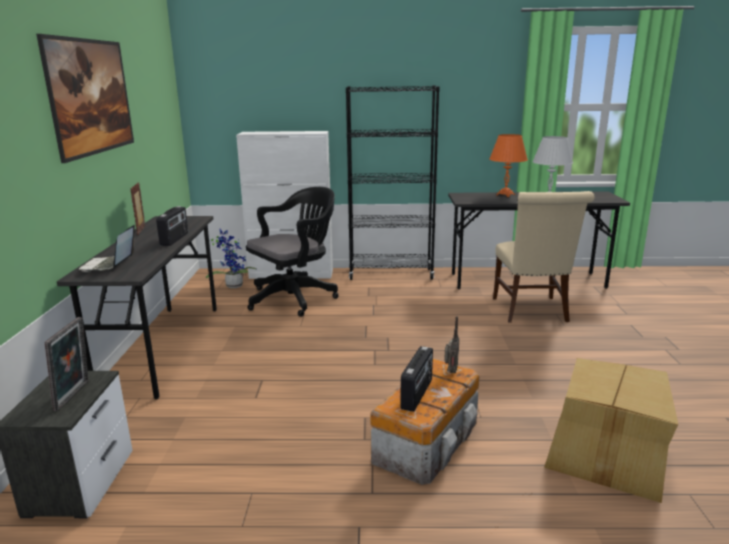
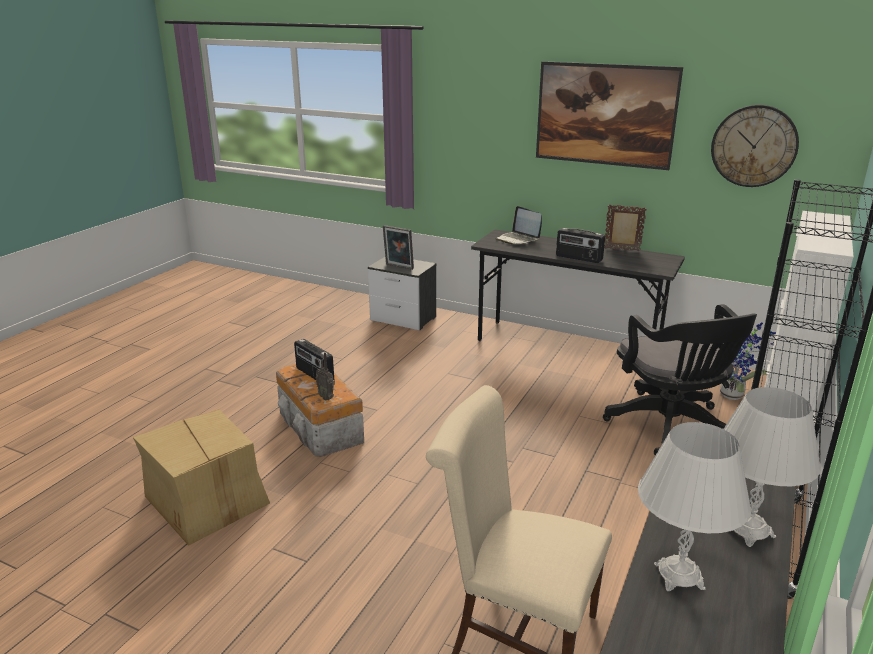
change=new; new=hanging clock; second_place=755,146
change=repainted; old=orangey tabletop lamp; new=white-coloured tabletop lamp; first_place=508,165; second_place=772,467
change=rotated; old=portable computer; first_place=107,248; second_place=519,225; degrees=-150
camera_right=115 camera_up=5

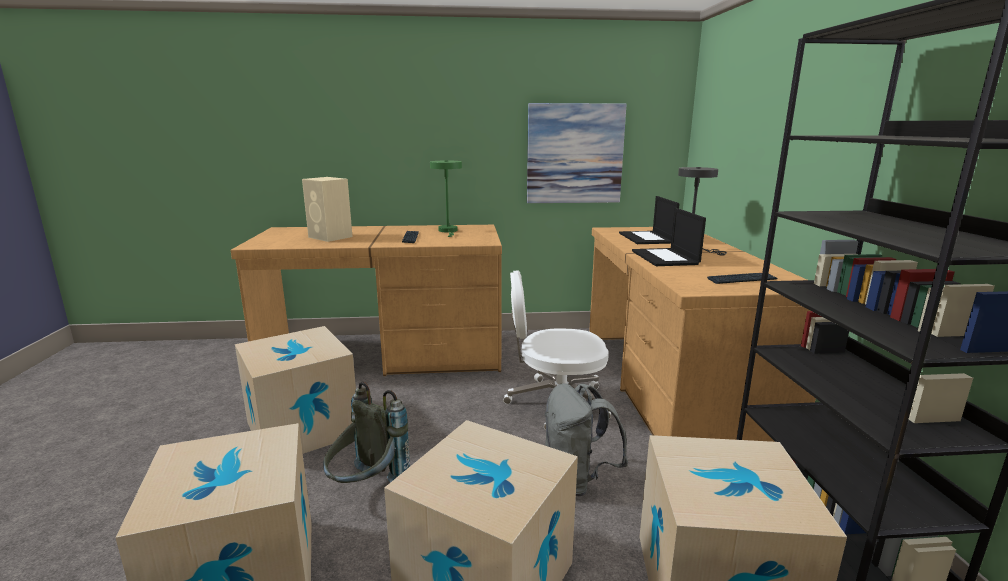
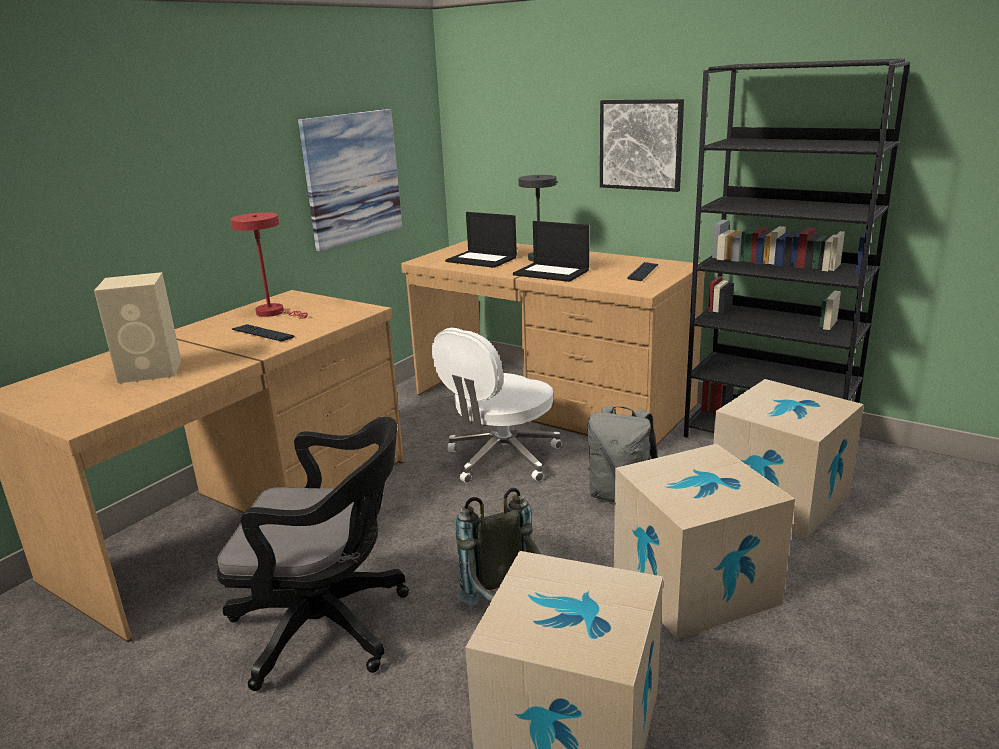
change=new; new=wall art; second_place=642,145
change=swapped; old=carton; new=blackish desk chair; first_place=295,390; second_place=313,554
change=repainted; old=green tabletop lamp; new=reddish tabletop lamp; first_place=446,198; second_place=269,265
camera_right=-50 camera_up=5

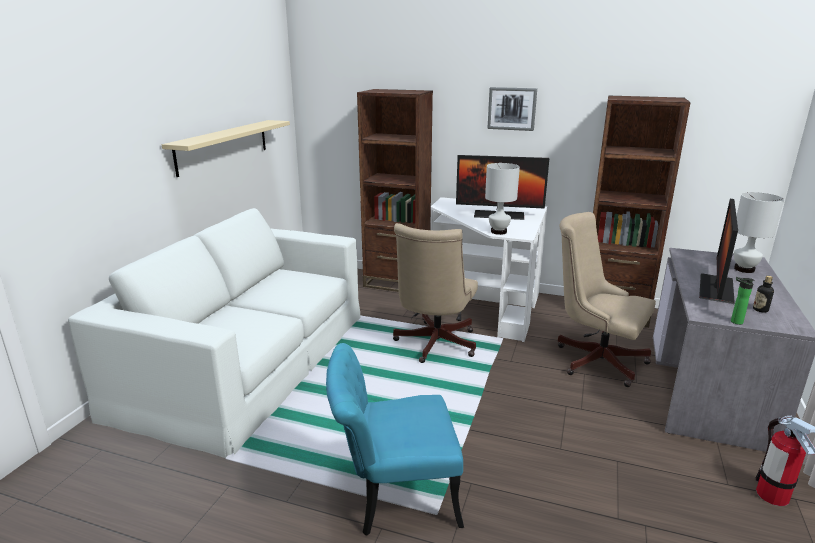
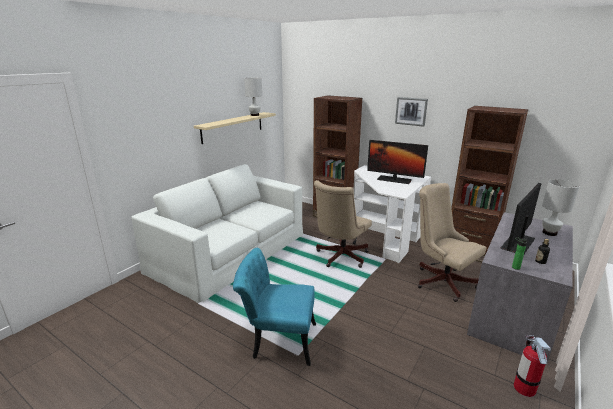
change=shifted; old=white-coloured tabletop lamp; first_place=502,199; second_place=253,97
camera_right=15 camera_up=0

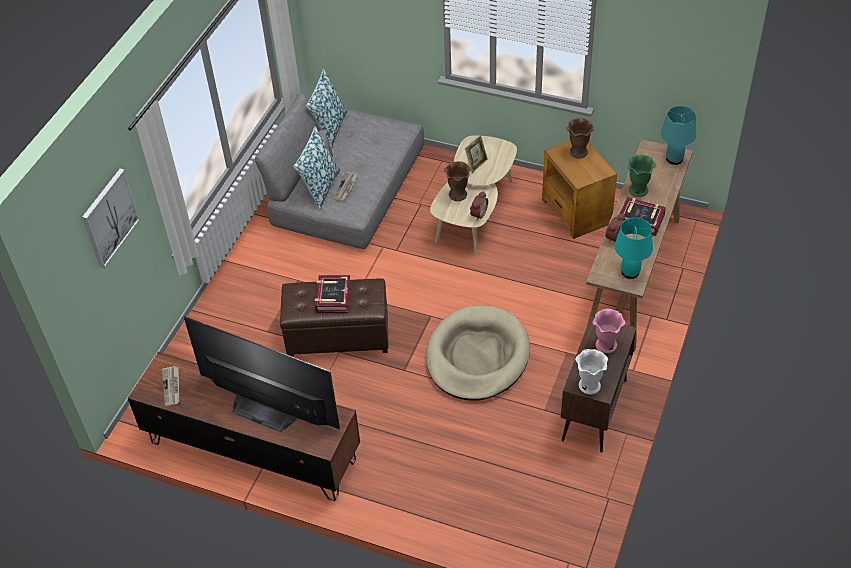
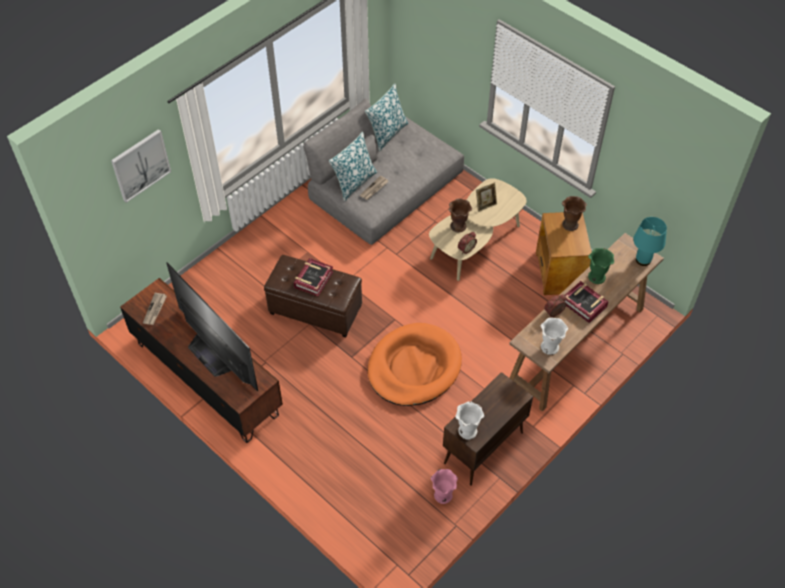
change=shifted; old=pinkish vase; first_place=609,331; second_place=444,486
change=swapped; old=blue-green tabletop lamp; new=white-coloured vase; first_place=634,248; second_place=554,336
change=repainted; old=beige dog cushion; new=orangey dog cushion; first_place=478,353; second_place=415,364
camera_right=20 camera_up=5

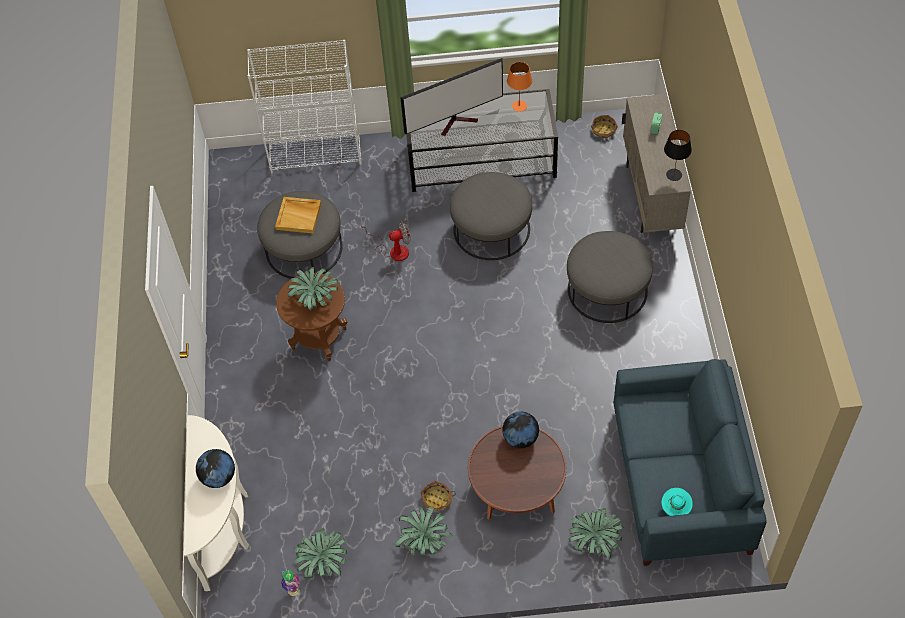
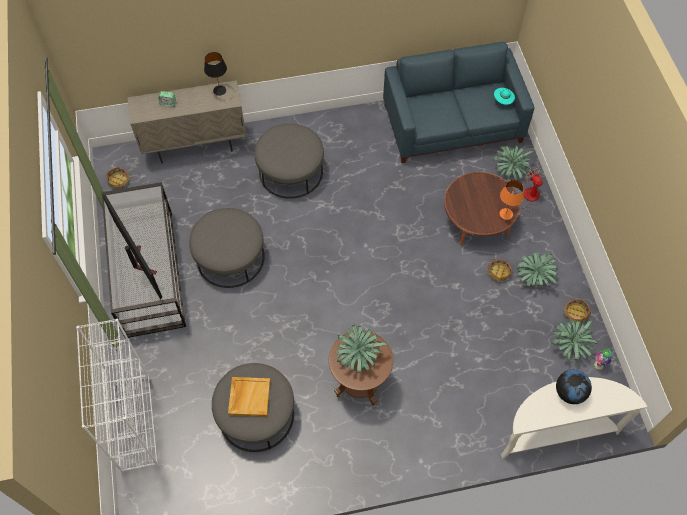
change=gone; old=globe; first_place=520,430
change=new; new=household basket; second_place=577,310
change=shifted; old=cooling fan; first_place=386,241; second_place=530,193
change=shifted; old=orangey tabletop lamp; first_place=519,87; second_place=511,200
camera_right=-100 camera_up=5

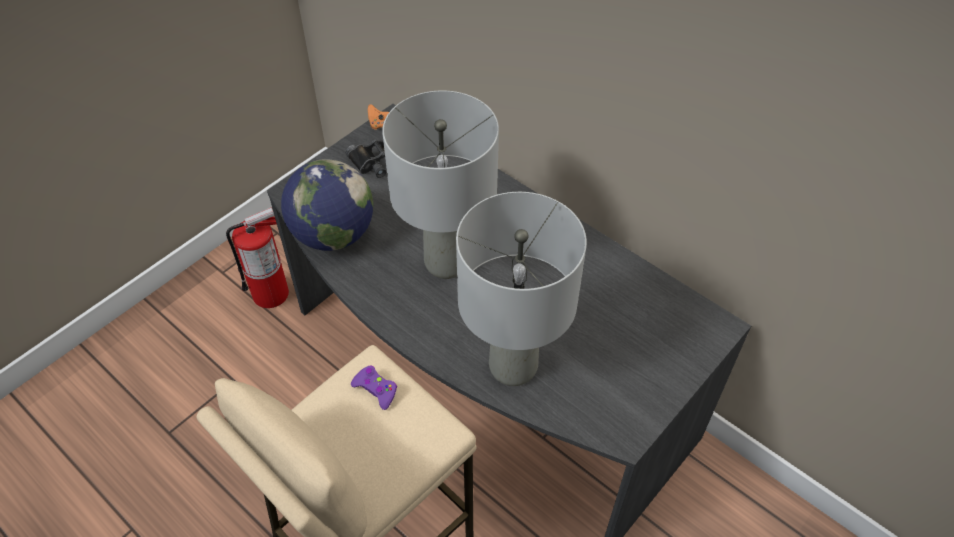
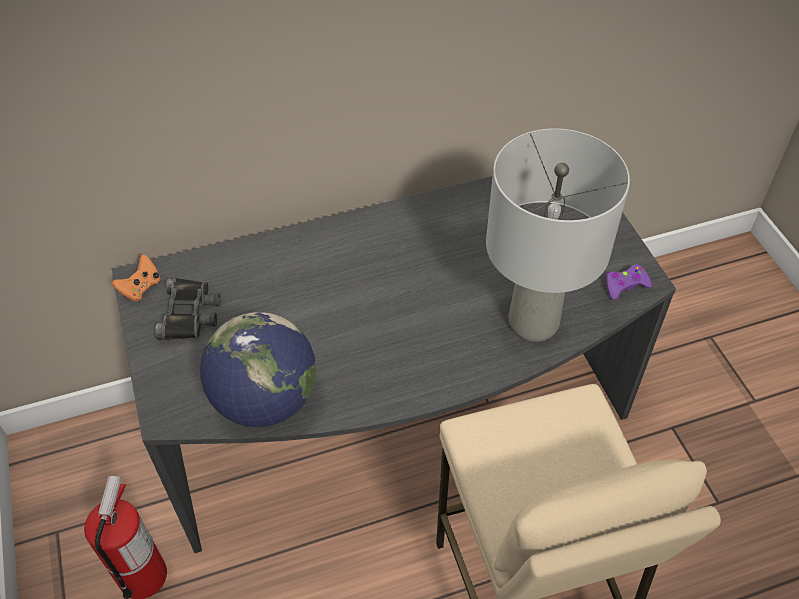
change=gone; old=greyish tabletop lamp; first_place=440,184
change=shifted; old=purple joypad; first_place=374,388; second_place=629,282
camera_right=-60 camera_up=0

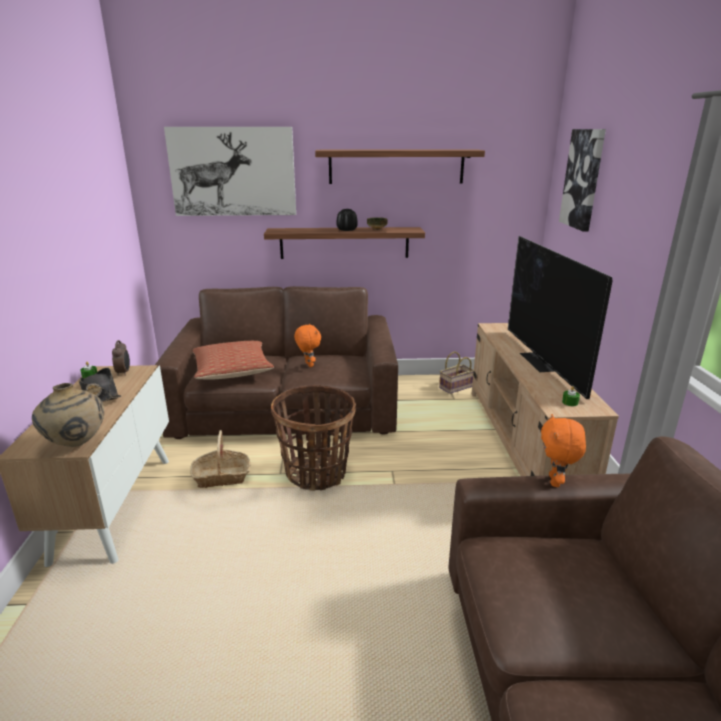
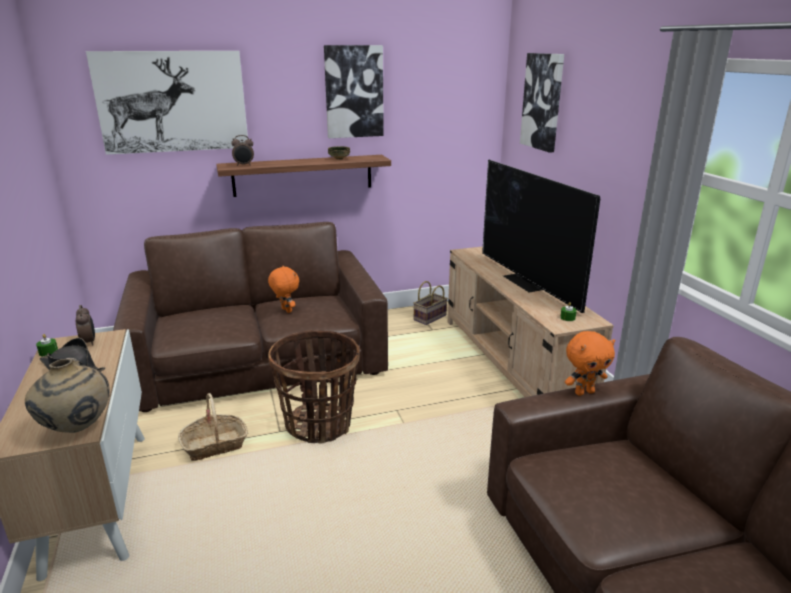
change=gone; old=pillow; first_place=233,360
change=gone; old=blackish vase; first_place=347,220
change=new; new=table clock; second_place=243,150
change=swapped; old=shelf; new=wall art; first_place=400,166; second_place=354,91
change=rotated; old=orangey plush toy; first_place=563,450; second_place=590,363; degrees=-105
camera_right=-15 camera_up=0

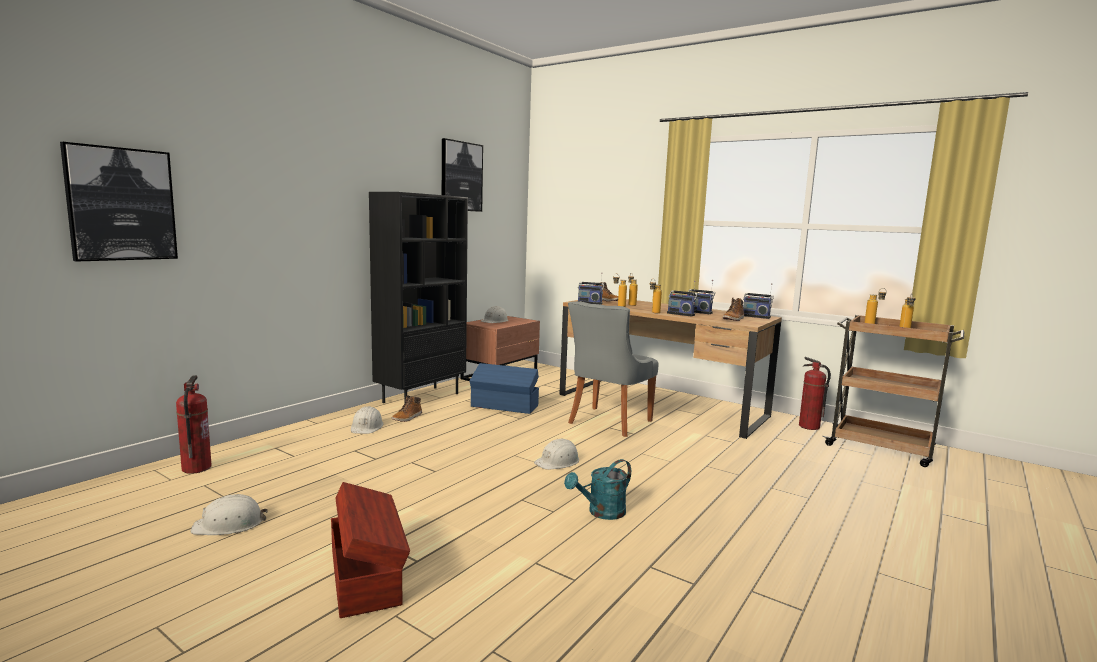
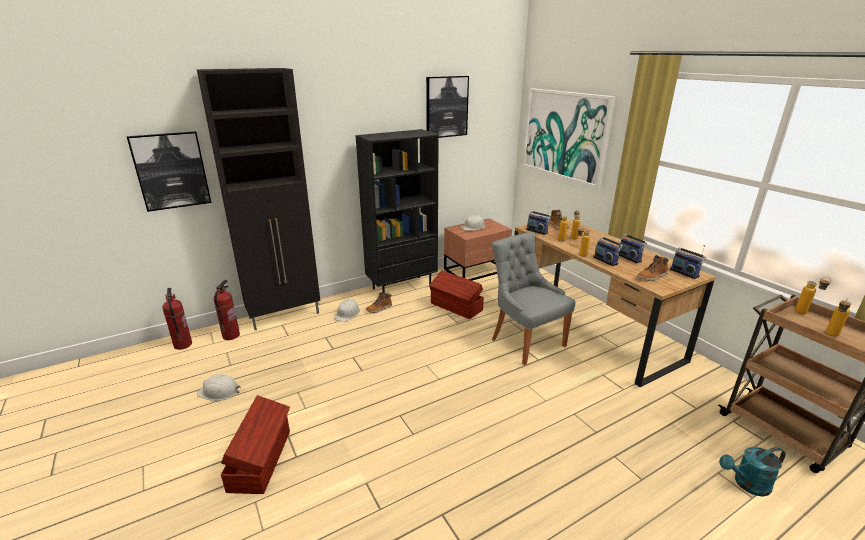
change=gone; old=white-coloured hard hat; first_place=556,454
change=new; new=blackish cupboard; second_place=258,199
change=new; new=wall art; second_place=569,138
change=shifted; old=blue-green watering pot; first_place=597,489; second_place=752,472
change=shifted; old=fire extinguisher; first_place=815,393; second_place=177,319
change=repainted; old=bluish storage bin; new=brownish storage bin; first_place=504,388; second_place=456,294
change=rotated; old=greyish upright chair; first_place=613,369; second_place=534,298; degrees=90
camera_right=25 camera_up=15

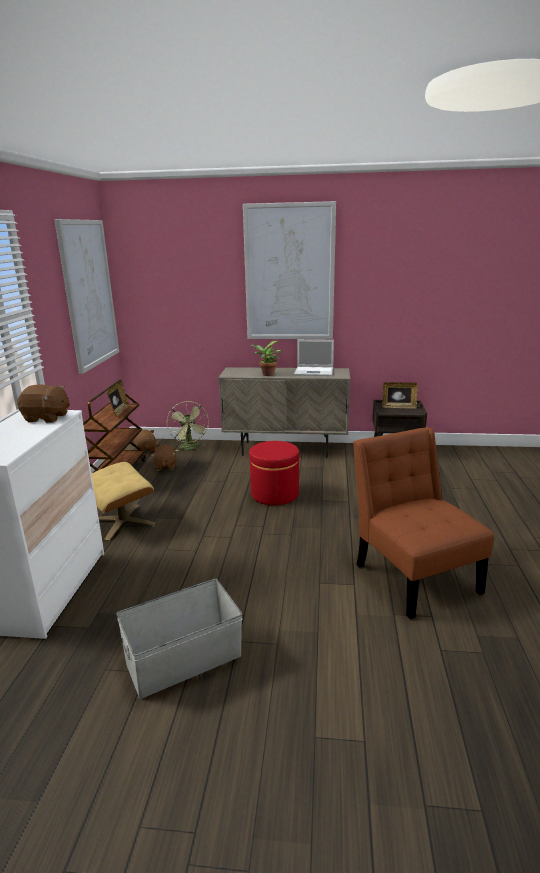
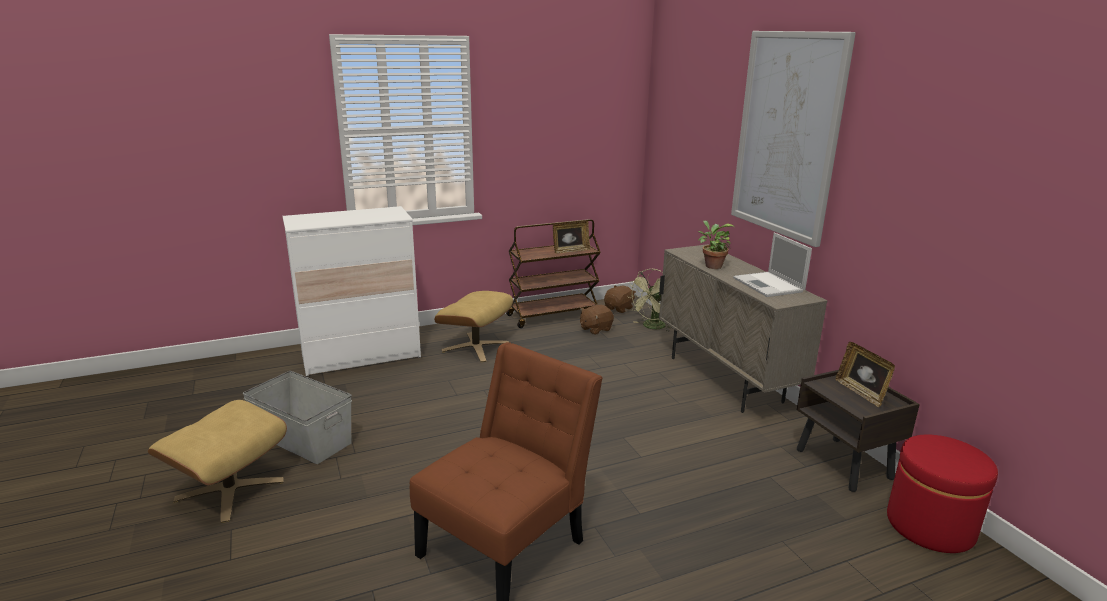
change=gone; old=brownish plush toy; first_place=43,404
change=gone; old=wall art; first_place=86,296
change=new; new=beige pouffe; second_place=217,461
change=shifted; old=reddish pouffe; first_place=274,473; second_place=942,494
camera_right=60 camera_up=0

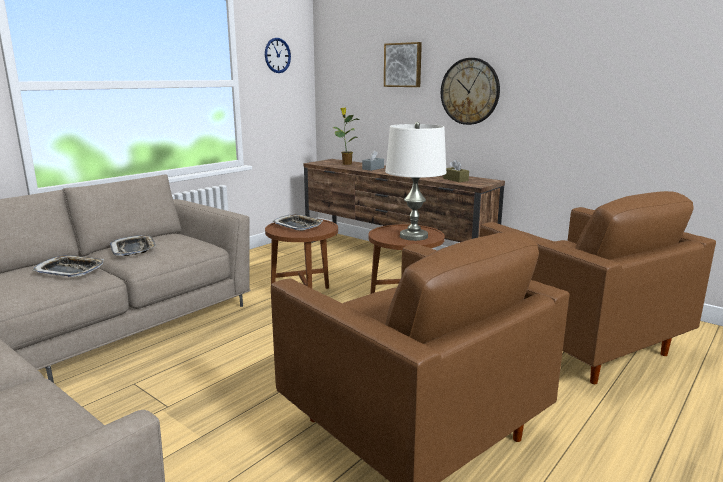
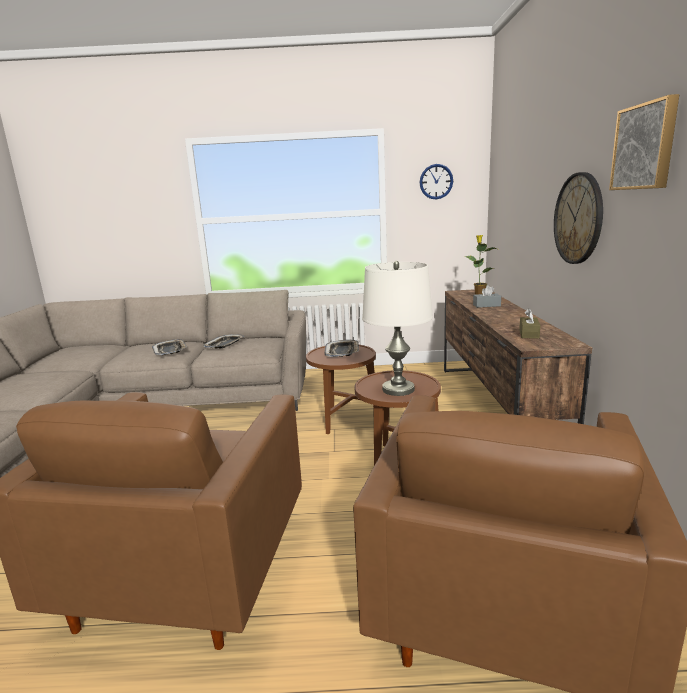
change=shifted; old=wall art; first_place=403,64; second_place=644,142
camera_right=50 camera_up=0

